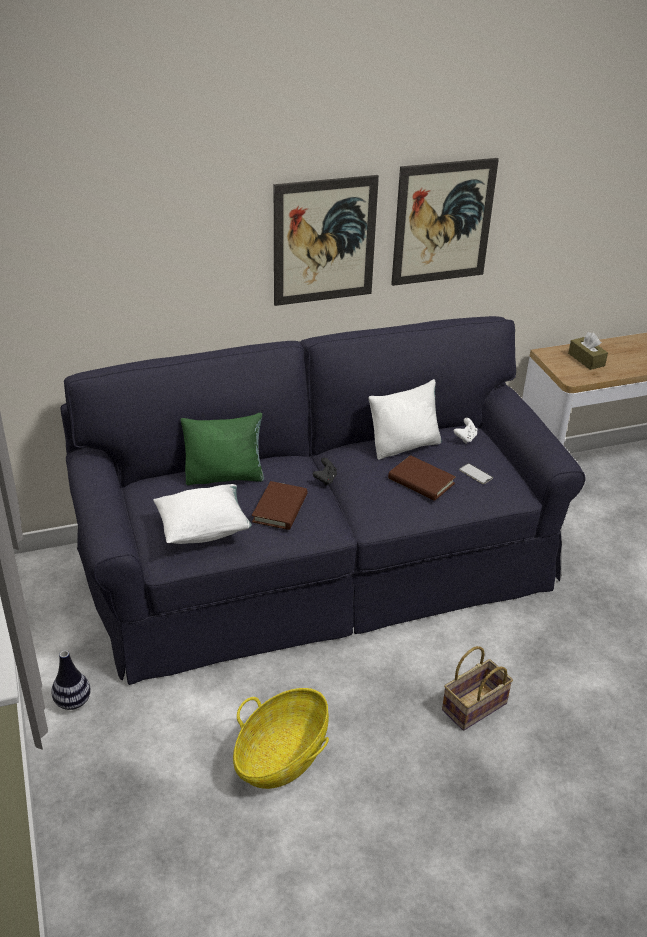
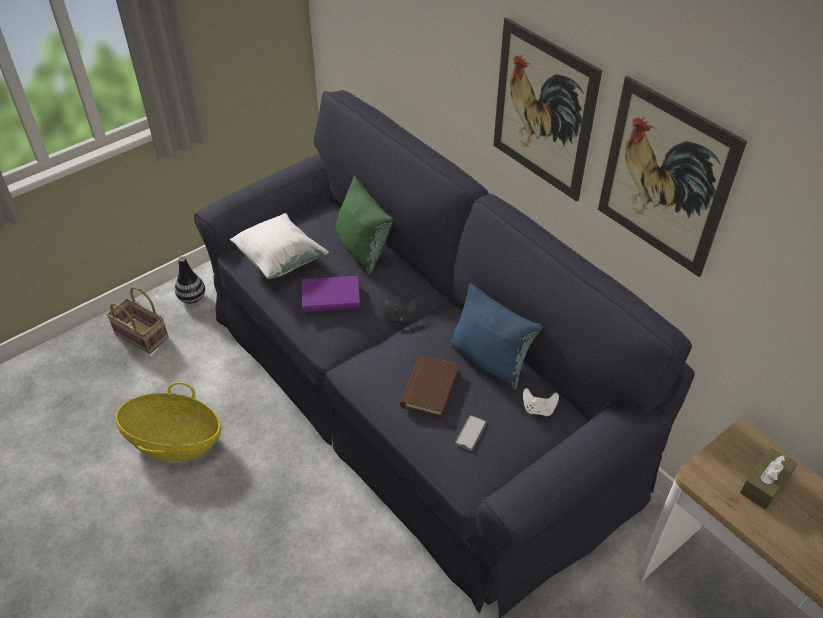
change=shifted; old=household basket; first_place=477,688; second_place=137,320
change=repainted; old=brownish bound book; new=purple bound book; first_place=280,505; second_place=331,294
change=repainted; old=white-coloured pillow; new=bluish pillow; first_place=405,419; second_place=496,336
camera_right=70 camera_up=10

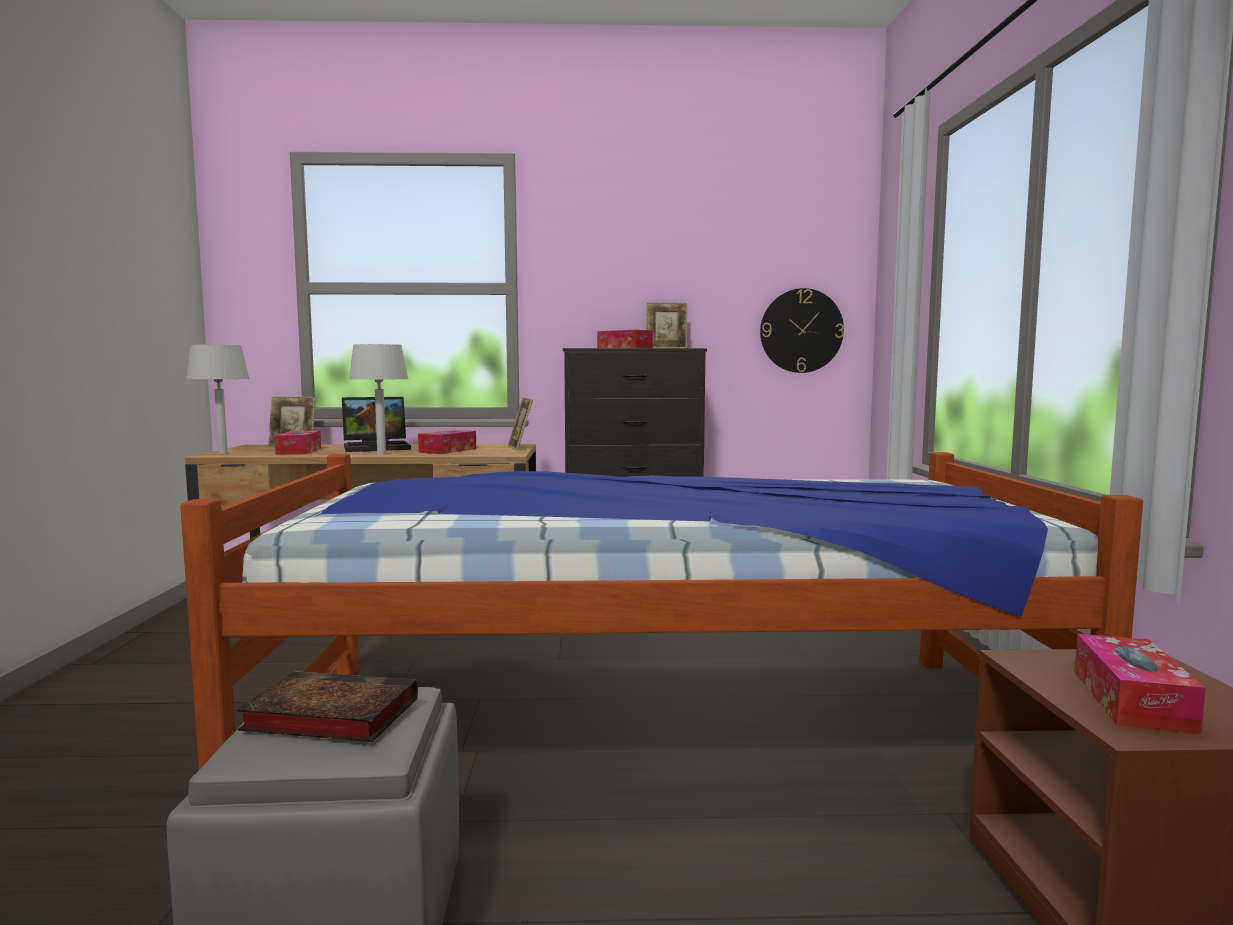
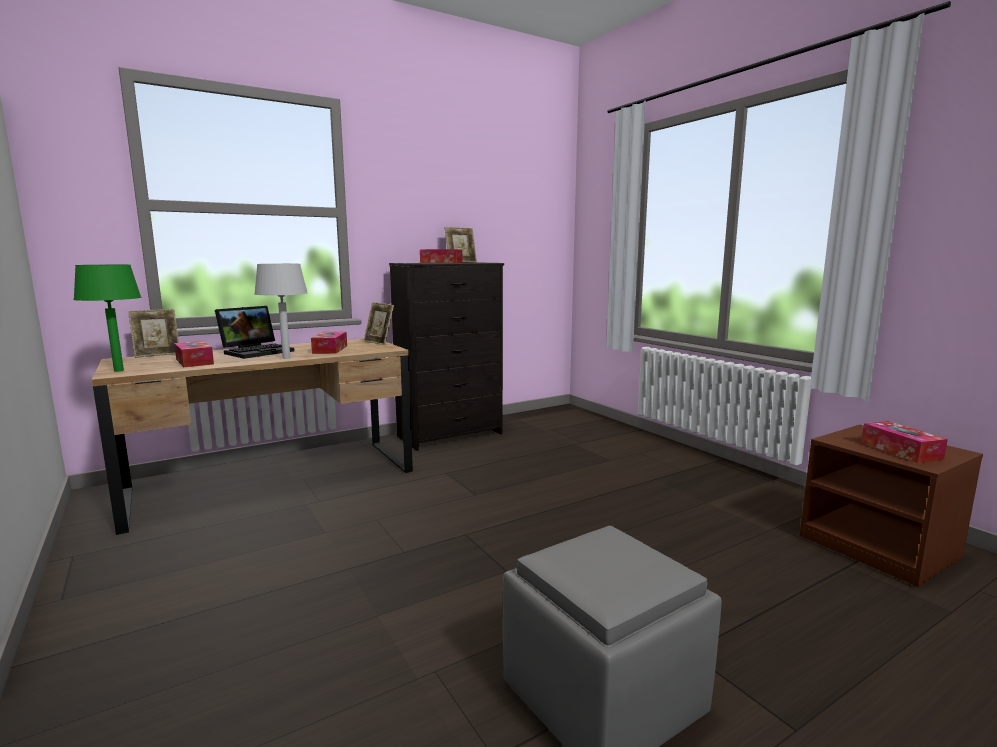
change=gone; old=sleeping bed; first_place=661,611
change=gone; old=bound book; first_place=327,706
change=gone; old=hanging clock; first_place=802,330
change=repainted; old=greyish tabletop lamp; new=green tabletop lamp; first_place=218,399; second_place=107,318
camera_right=-30 camera_up=5

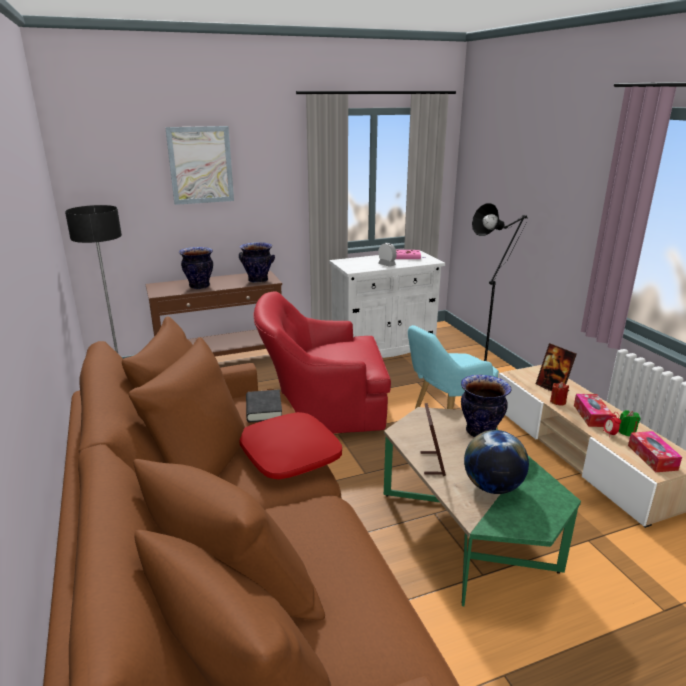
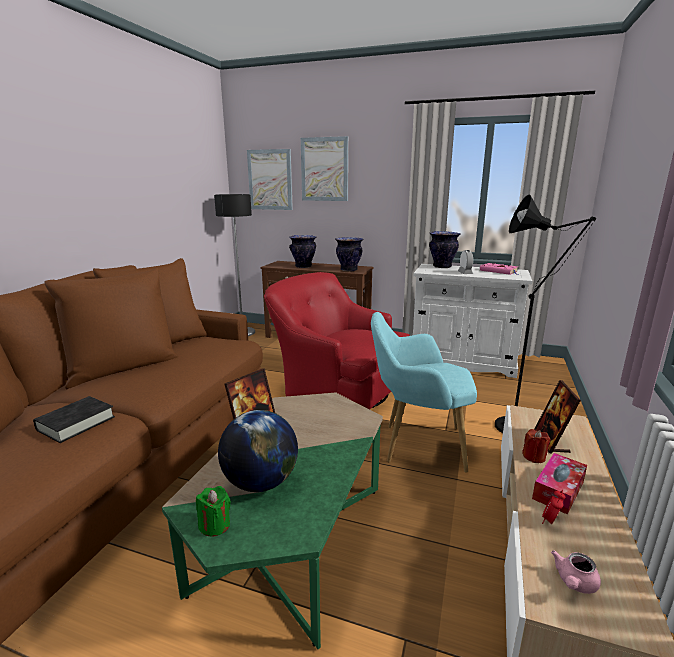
change=gone; old=reddish pillow; first_place=290,445
change=new; new=wall art; second_place=270,179
change=shifted; old=blackish bound book; first_place=264,406; second_place=74,419
change=shifted; old=vase; first_place=486,406; second_place=445,249
change=shifted; old=green wax light; first_place=630,423; second_place=213,511
change=swapped; old=tissue box; new=pinkish pot for tea; first_place=655,451; second_place=576,572
camera_right=40 camera_up=-5

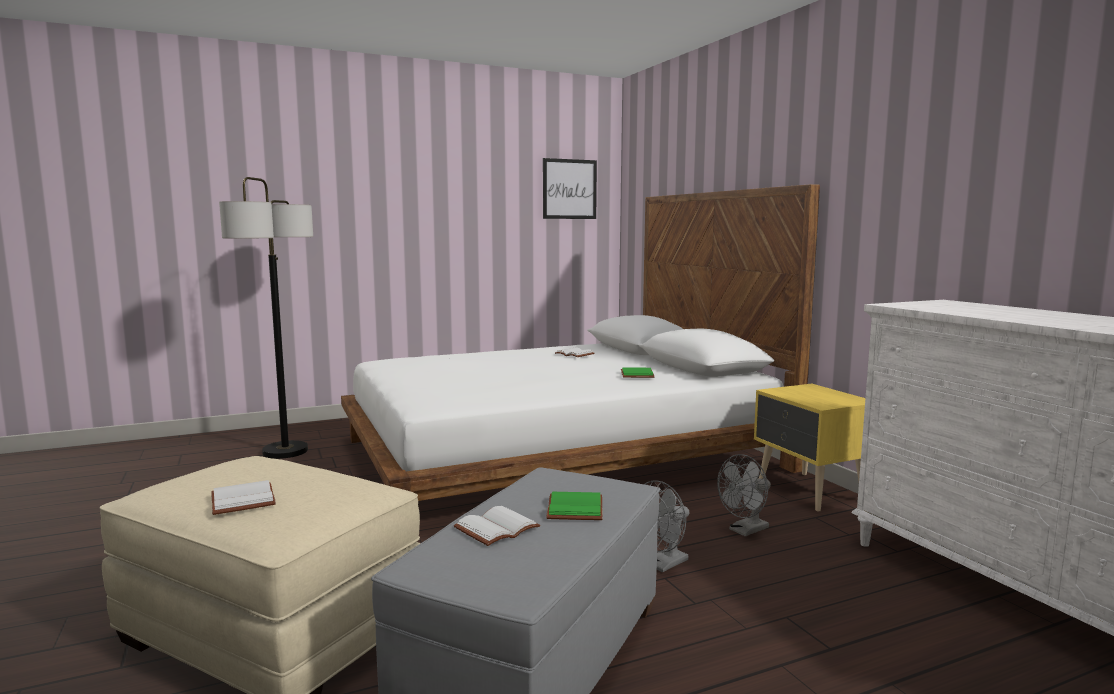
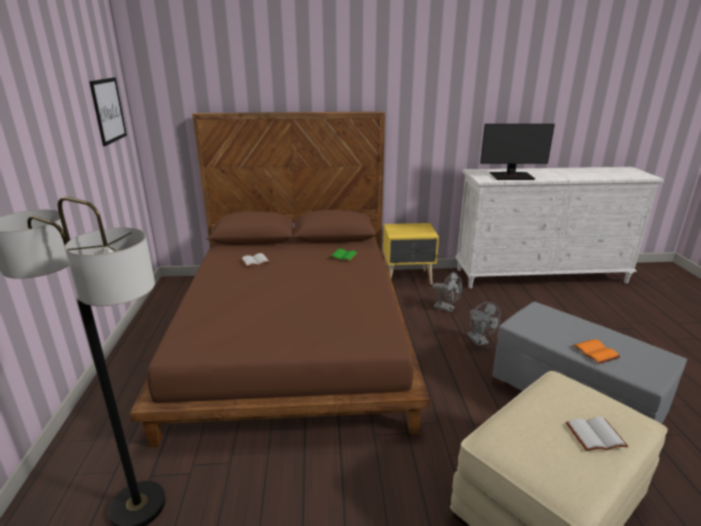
change=gone; old=green bound book; first_place=574,506
change=new; new=computer screen; second_place=517,152
change=repainted; old=white-coloured sleeping bed; new=brownish sleeping bed; first_place=580,342; second_place=279,279
change=repainted; old=white-coloured bound book; new=orangey bound book; first_place=497,526; second_place=596,351
change=rotated; old=greyish cooling fan; first_place=744,495; second_place=447,291; degrees=-45
camera_right=-70 camera_up=15

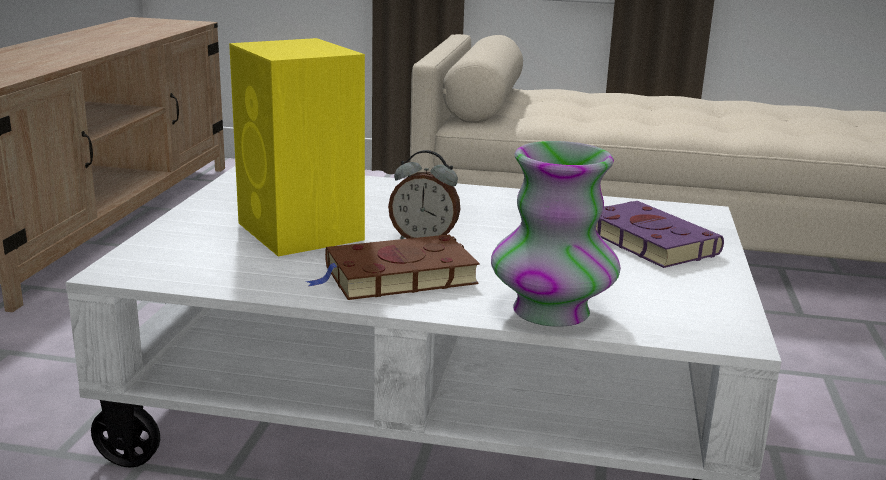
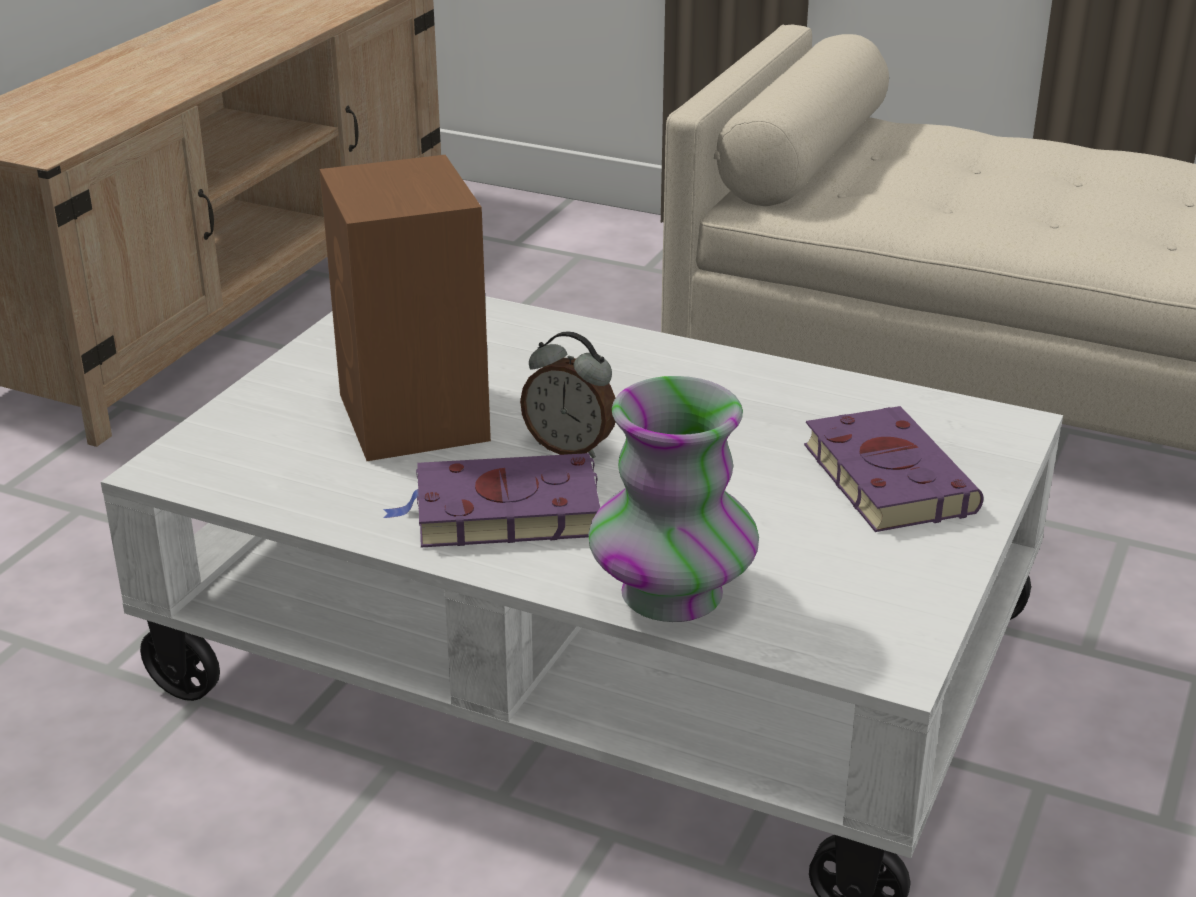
change=repainted; old=yellow-coloured speaker; new=brownish speaker; first_place=297,147; second_place=405,308
change=repainted; old=brownish bound book; new=purple bound book; first_place=393,267; second_place=491,500
camera_right=15 camera_up=10

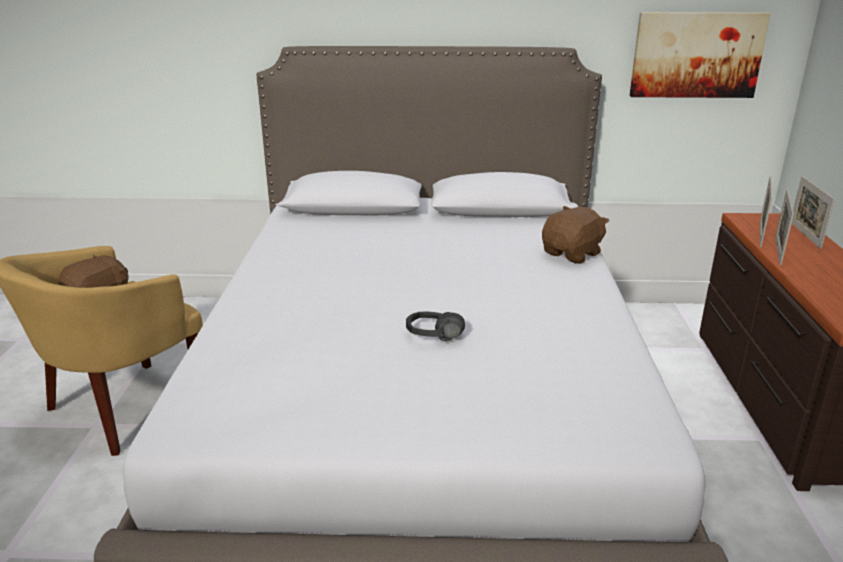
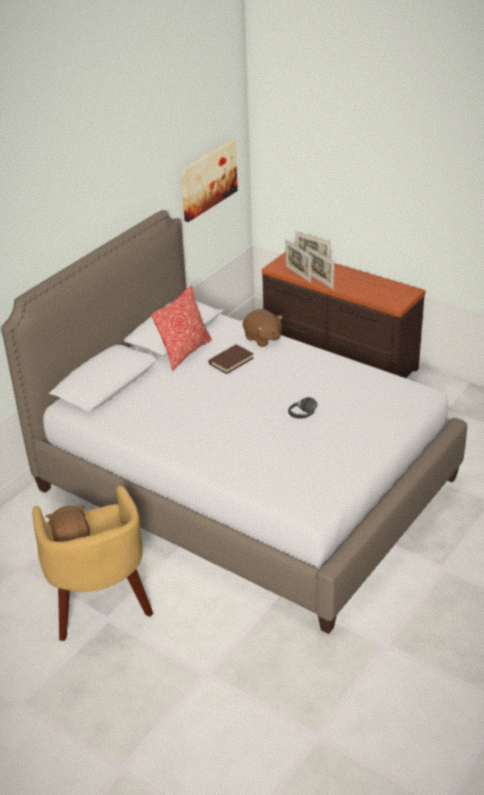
change=new; new=pillow; second_place=181,328
change=new; new=brownish bound book; second_place=231,359
change=rotated; old=brownish plush toy; first_place=575,235; second_place=263,328; degrees=150
camera_right=-55 camera_up=10

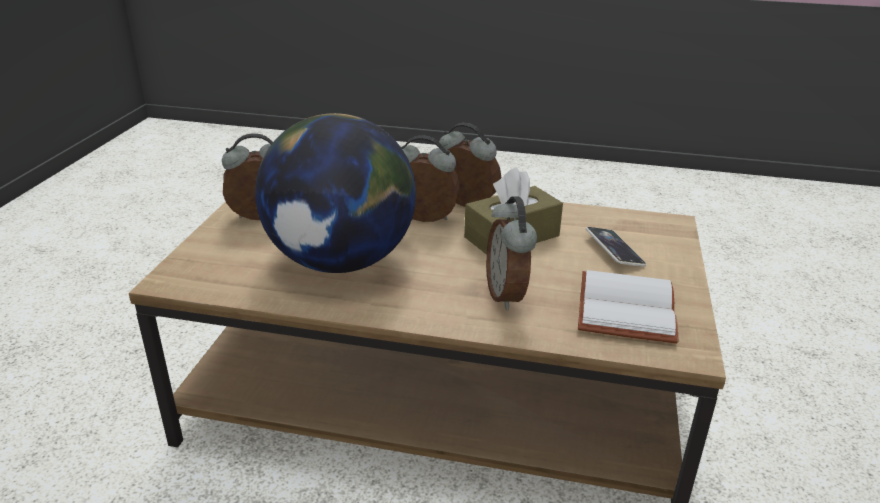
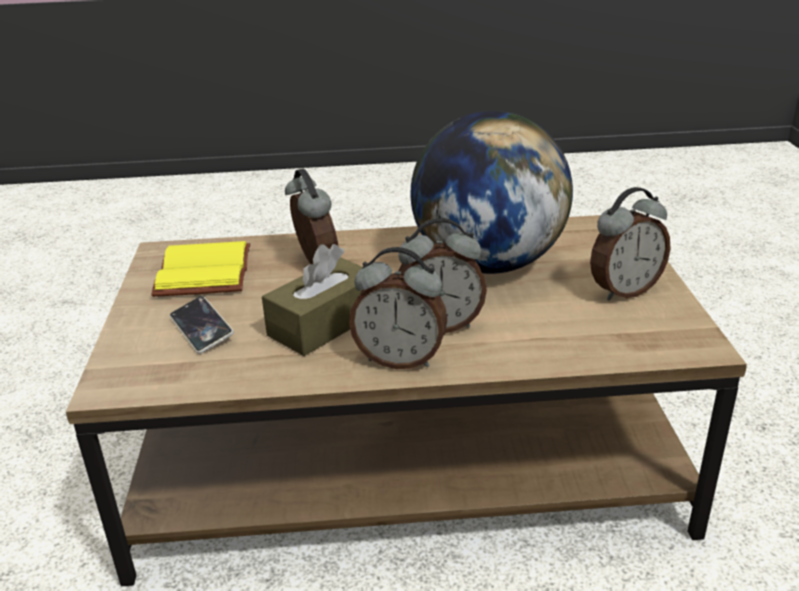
change=repainted; old=white-coloured bound book; new=yellow-coloured bound book; first_place=628,307; second_place=200,269
camera_right=165 camera_up=0

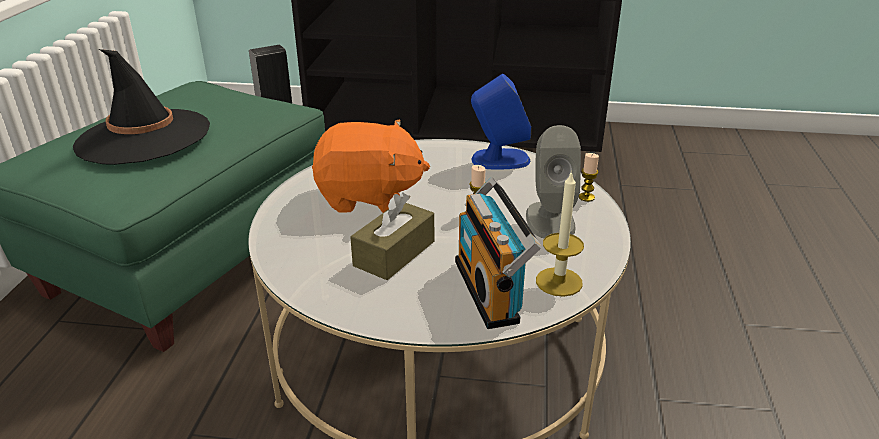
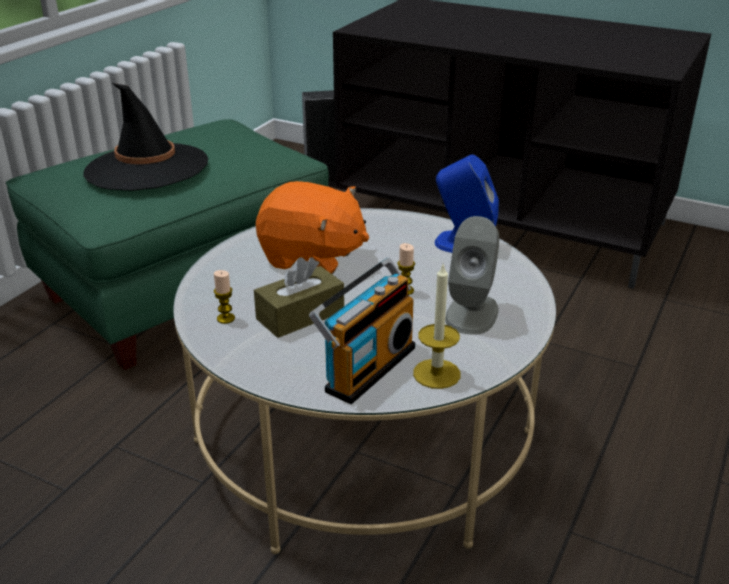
change=shifted; old=wax light; first_place=589,177; second_place=224,297
change=rotated; old=radio set; first_place=498,253; second_place=362,331; degrees=-150
camera_right=20 camera_up=0

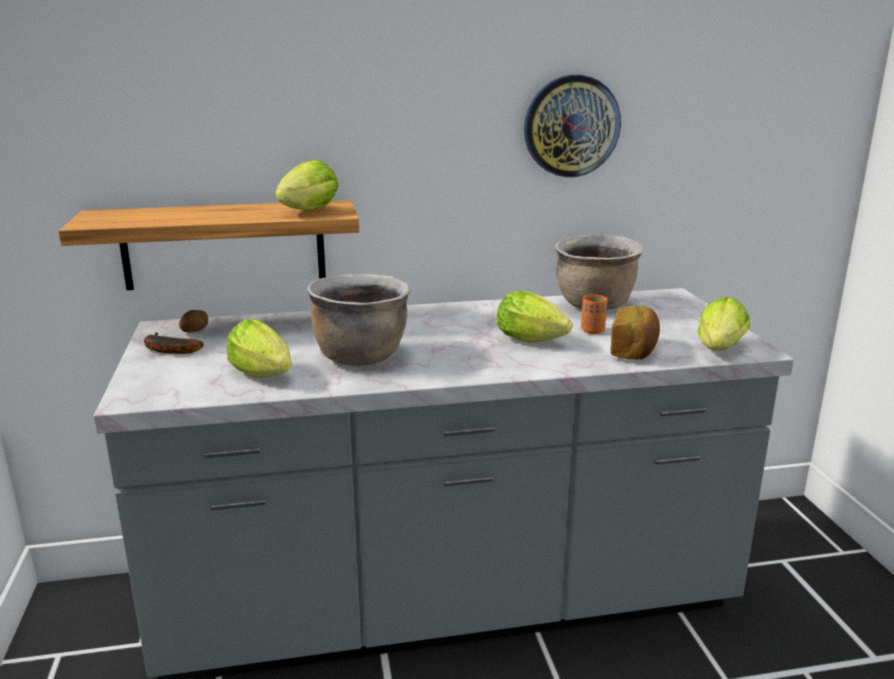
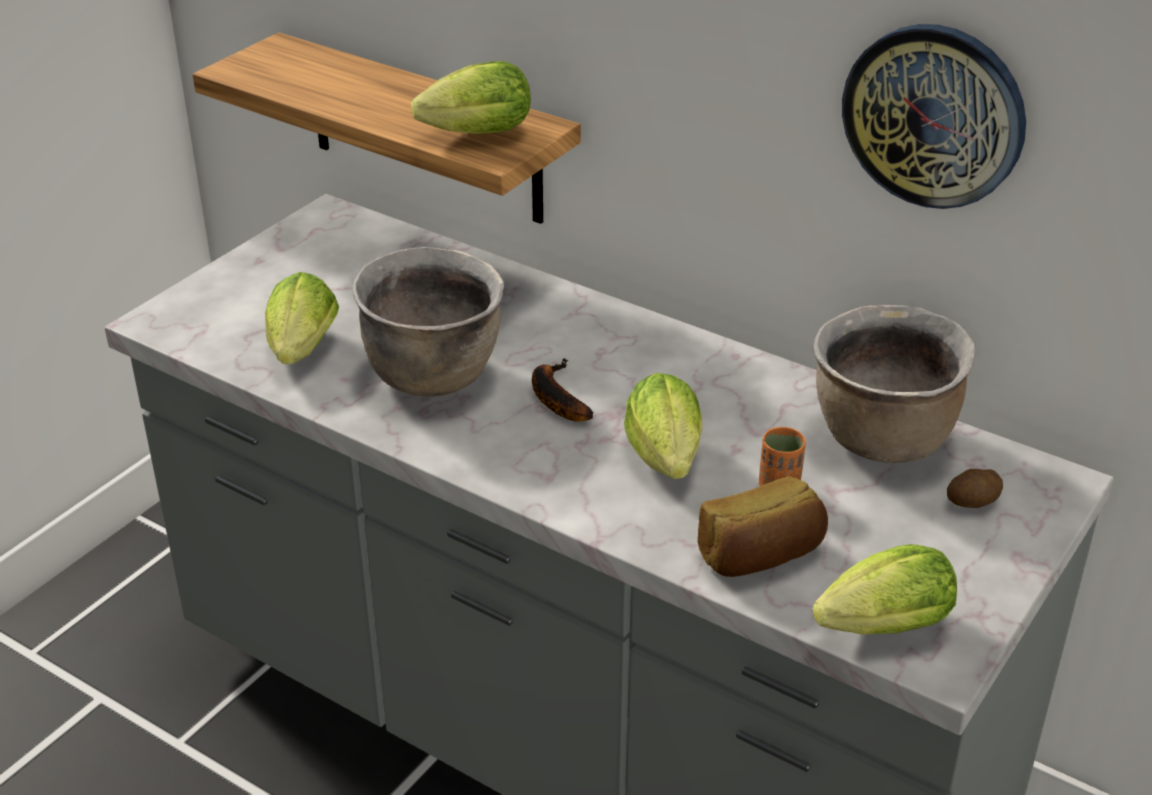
change=shifted; old=whole banana; first_place=174,343; second_place=563,390
change=shifted; old=spud; first_place=193,321; second_place=975,488
camera_right=45 camera_up=15

